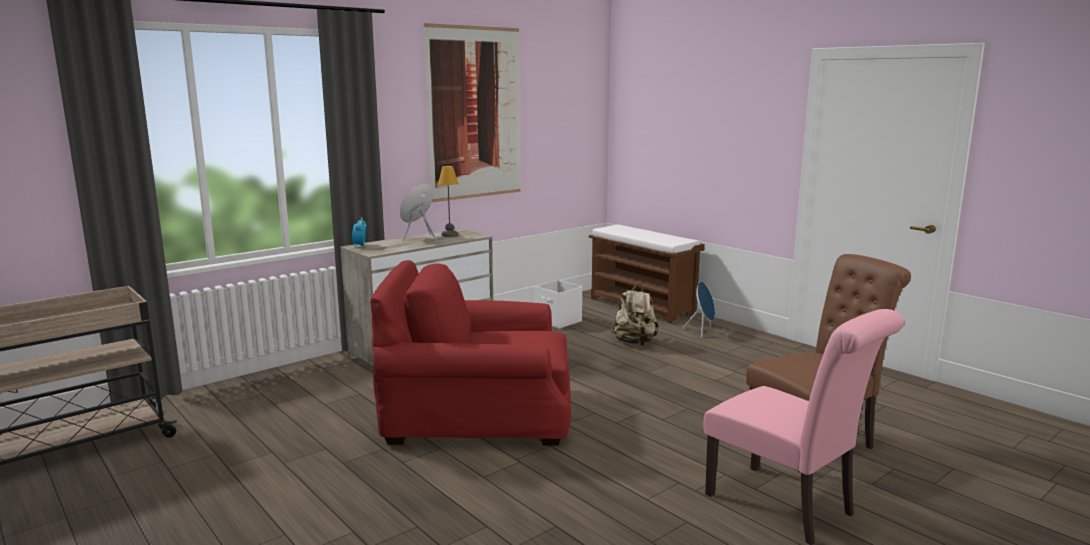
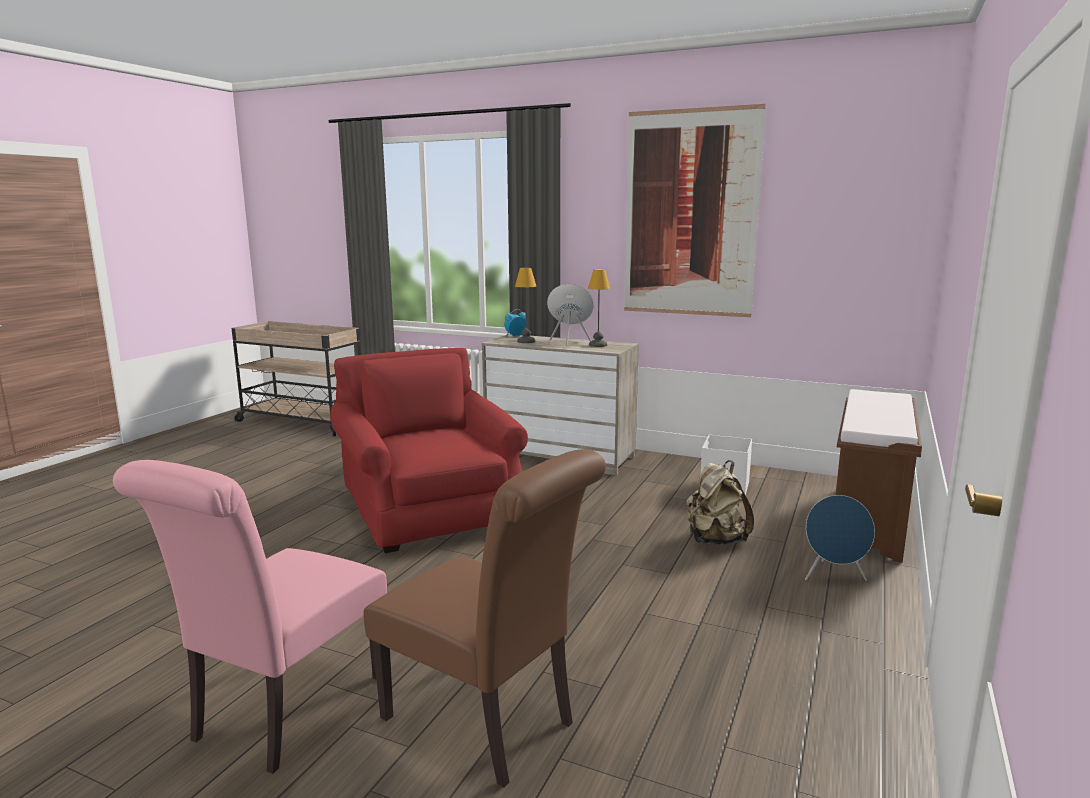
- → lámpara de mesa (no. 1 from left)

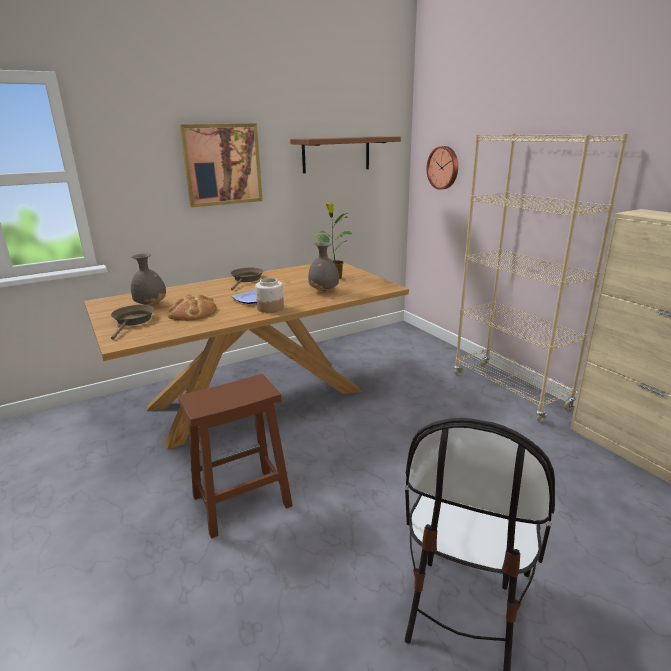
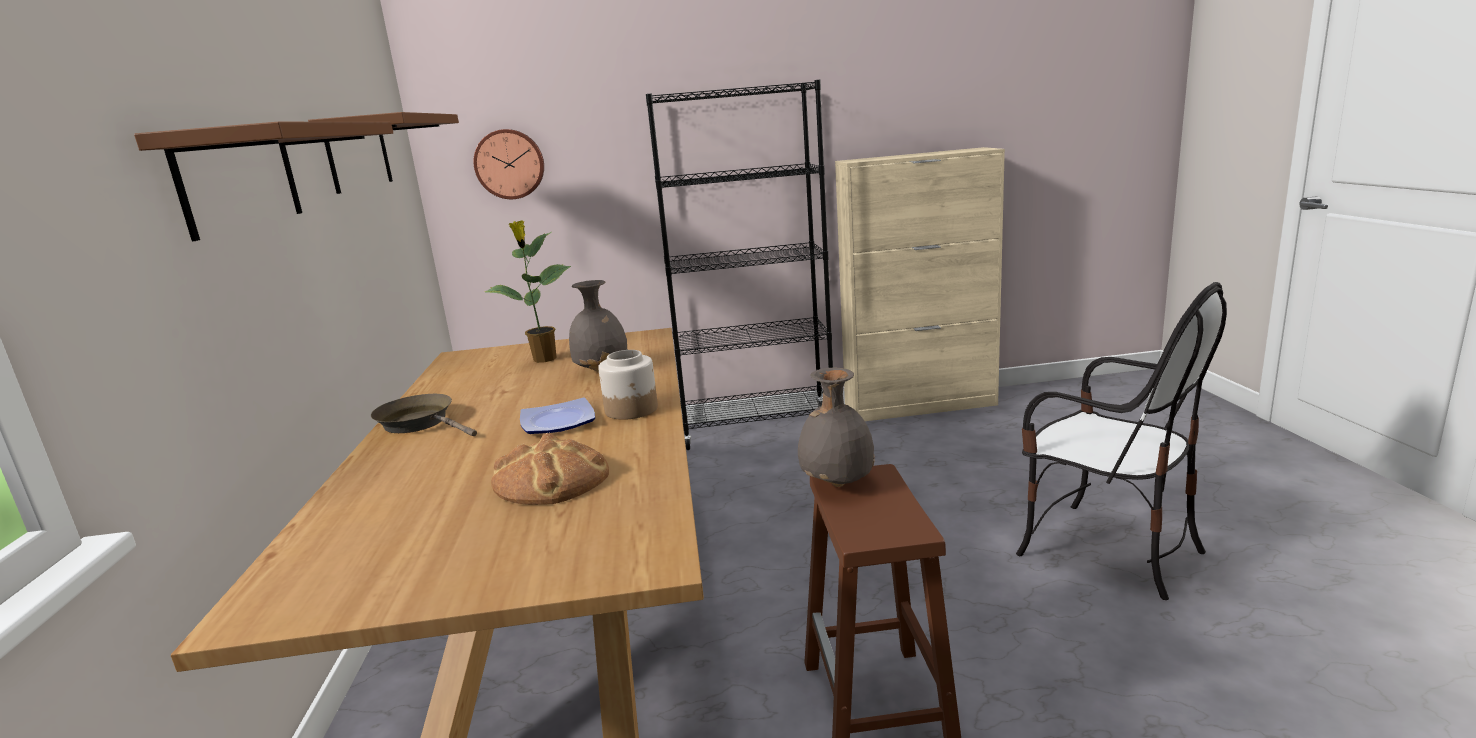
sartén (marrón) (no. 1 from left) → -
florero (gris) (no. 1 from left in the first image) → florero (gris) (no. 2 from left), relocated
cuadro → estante (marrón) (no. 1 from left)
estantería (beis) → estantería (negro)

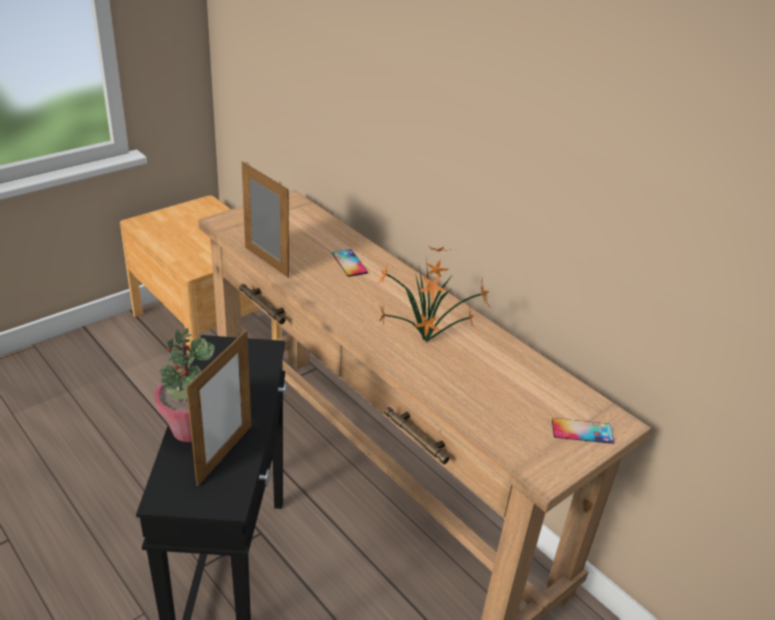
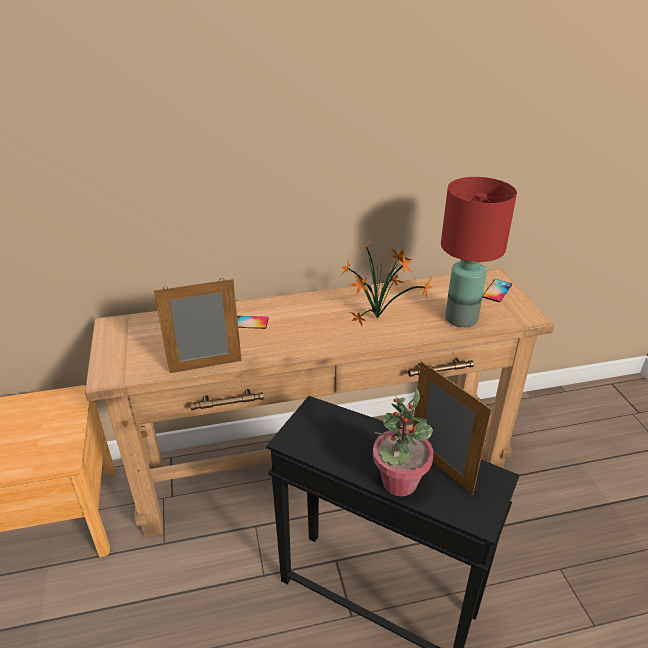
- → lámpara de mesa (rojo)

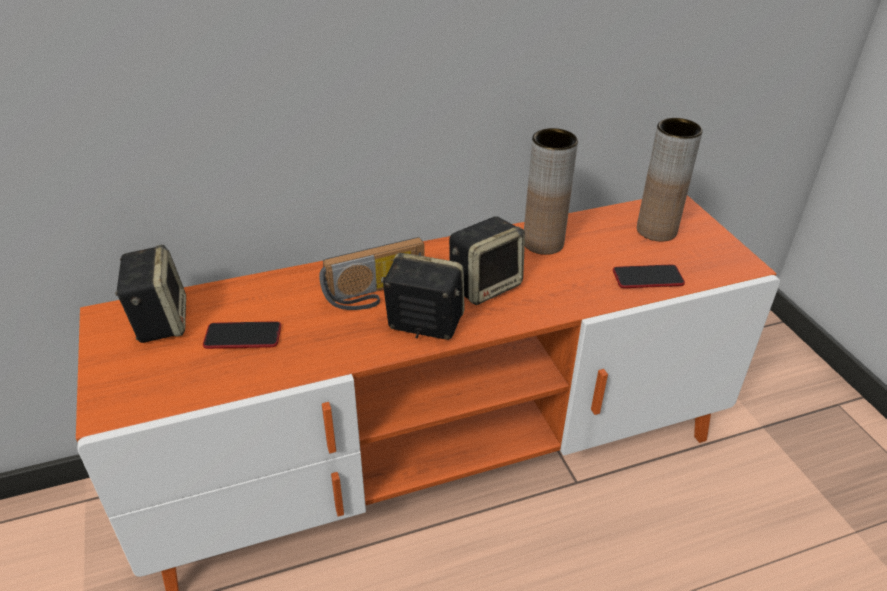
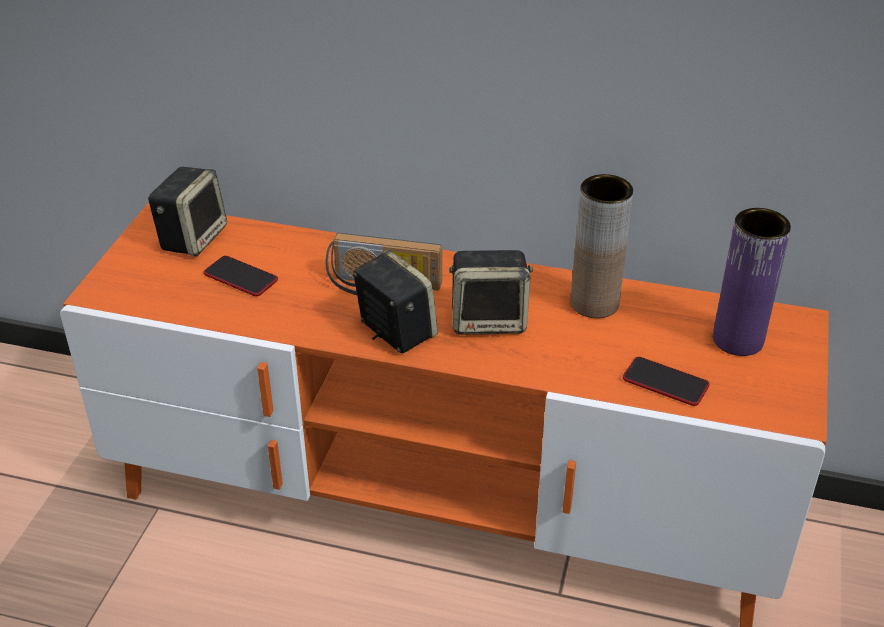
florero (marrón) (no. 2 from left) → florero (morado)

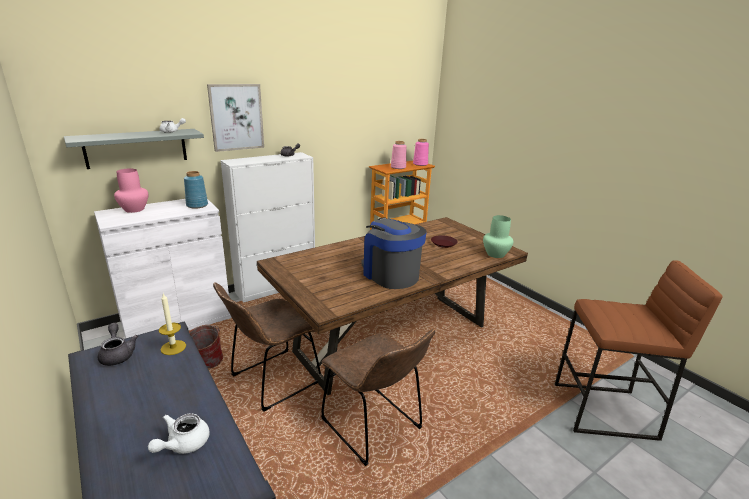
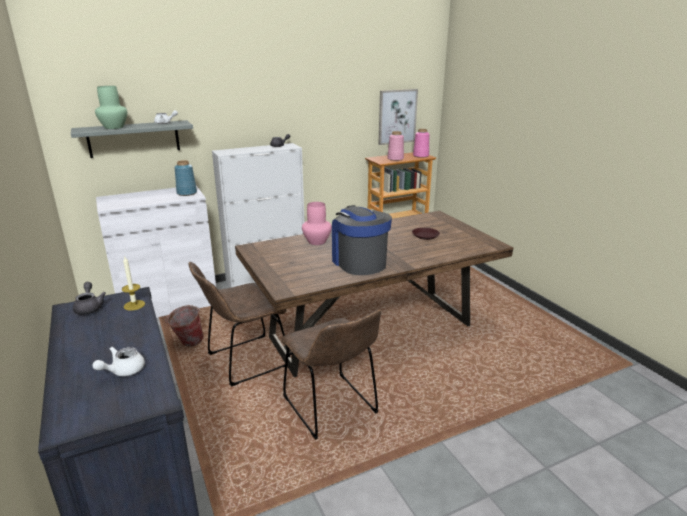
taburete (marrón) → -
florero (rosa) (no. 1 from left), relocated
cuadro, relocated
florero (verde), relocated

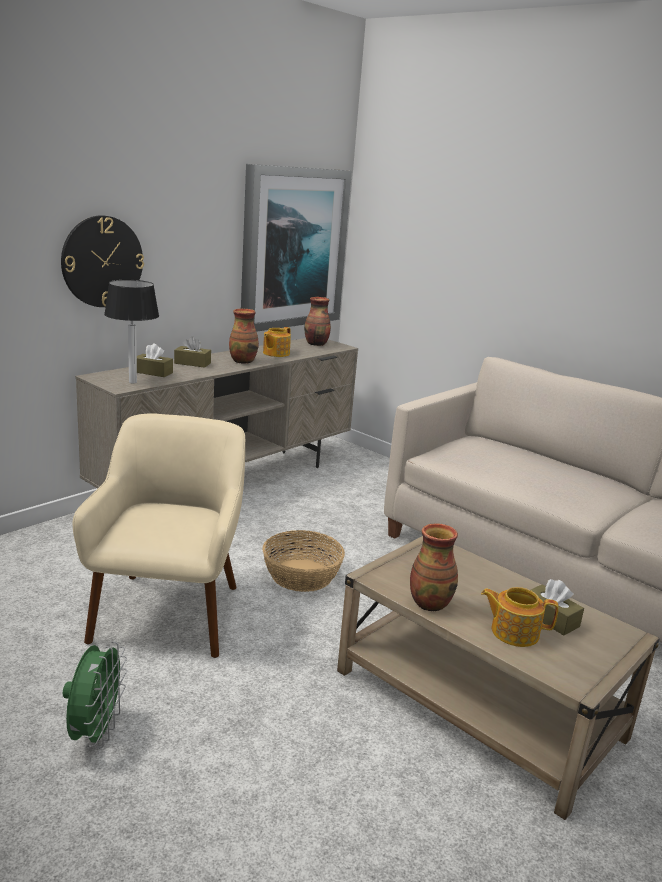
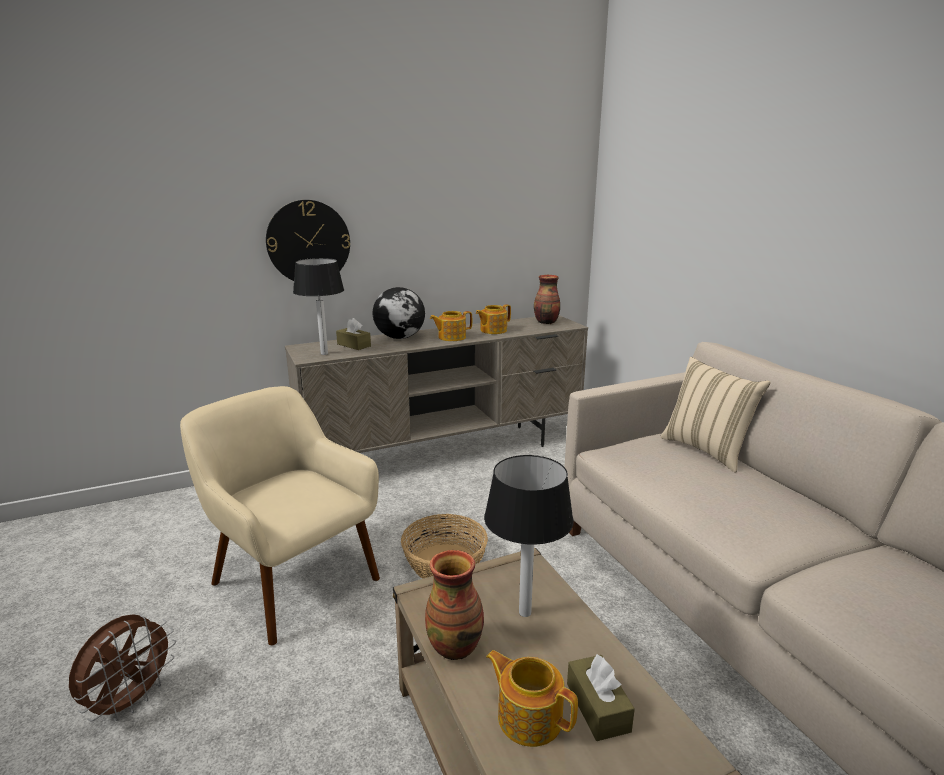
cuadro → -
- → lámpara de mesa (no. 2 from left)
- → cojín (beis)
caja de pañuelos (marrón) (no. 2 from left) → globo terráqueo
florero (no. 1 from left) → tetera (no. 1 from left)
ventilador (verde) → ventilador (marrón)
sillón (beis), 75 degrees counterclockwise

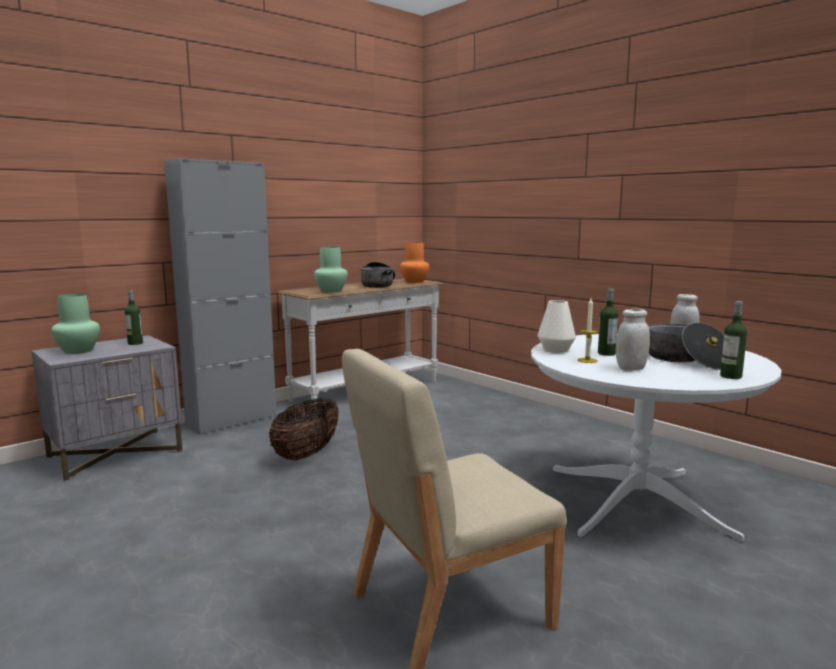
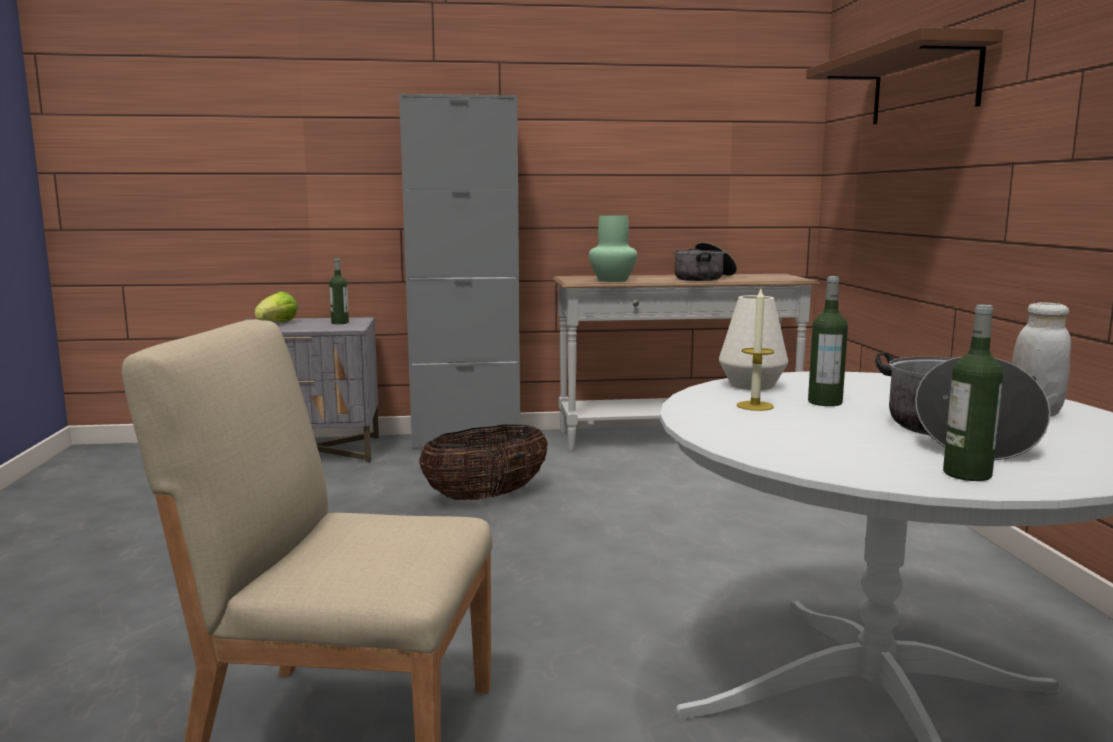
florero (naranja) → -
tarro (blanco) (no. 1 from left) → -
- → estante (marrón)
florero (verde) (no. 1 from left) → lechuga

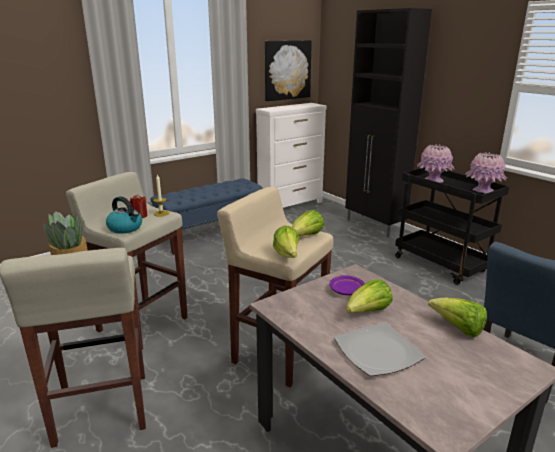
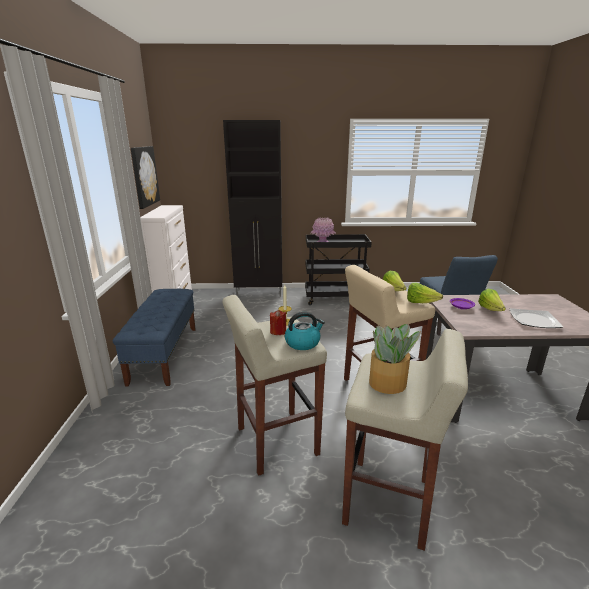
lechuga (no. 4 from left) → -
florero (rosa) (no. 2 from left) → -

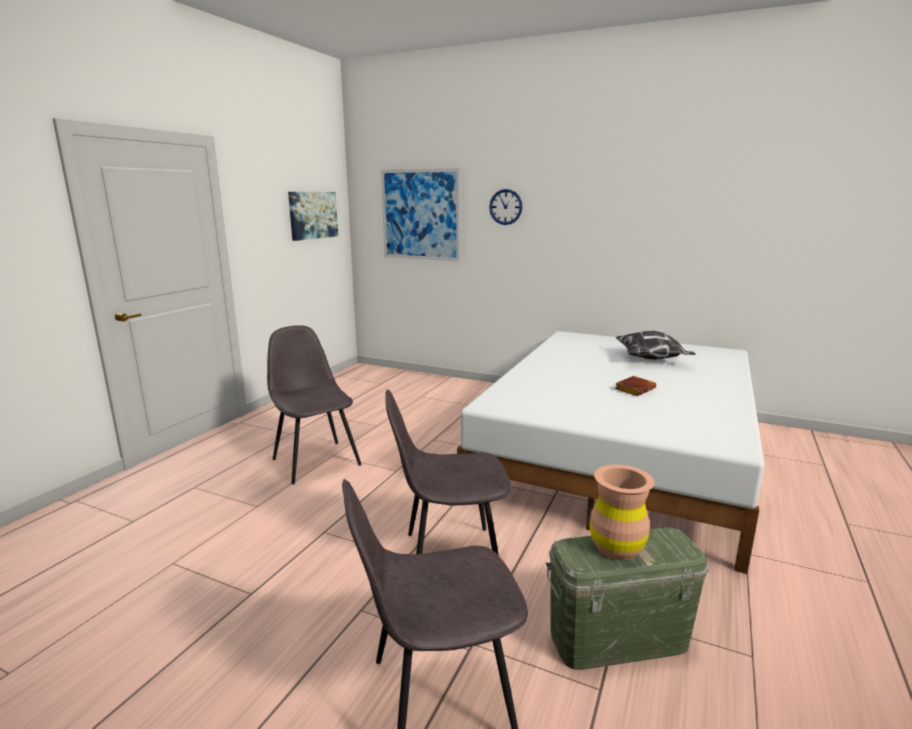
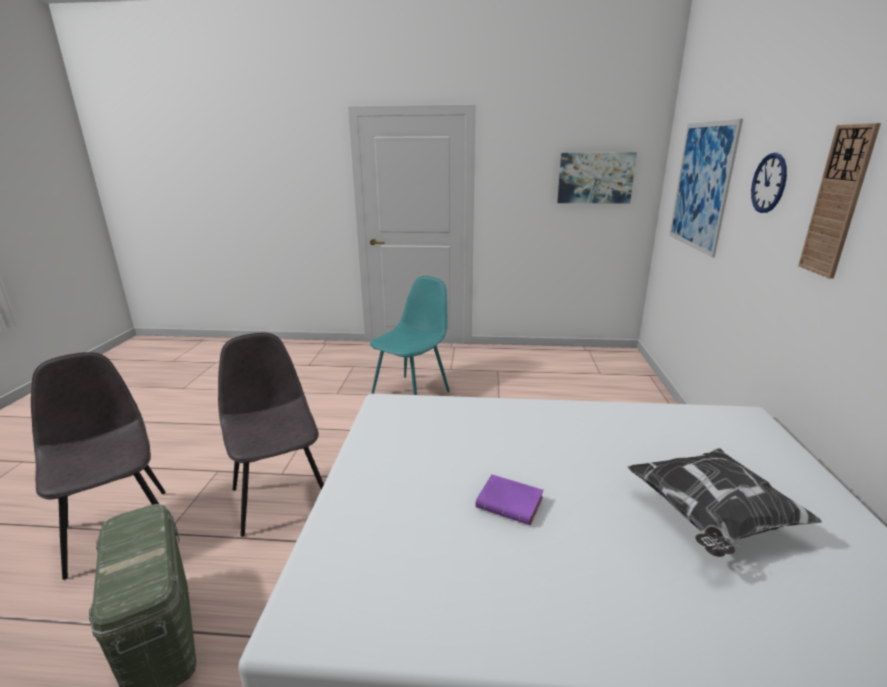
florero (marrón) → -
- → reloj de pared (no. 2 from left)
silla (gris) (no. 1 from left) → silla (turquesa)
libro (marrón) → libro (morado)

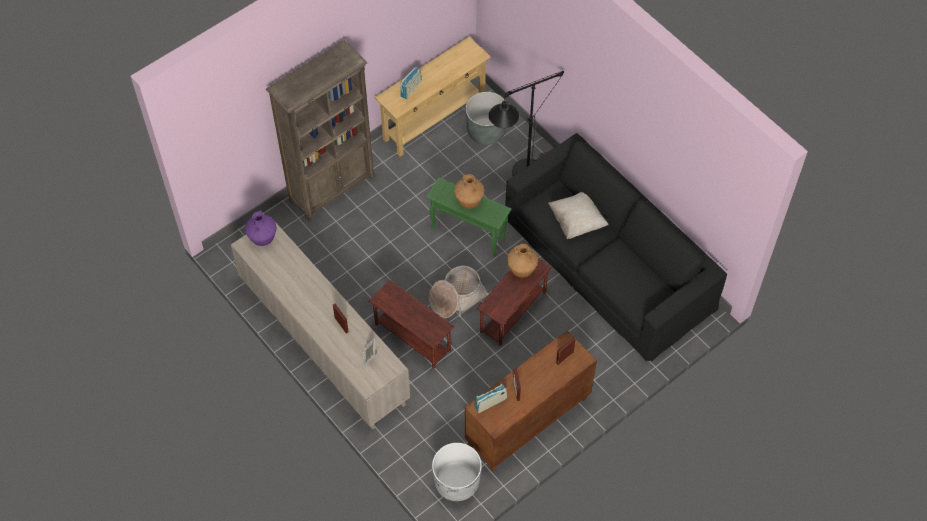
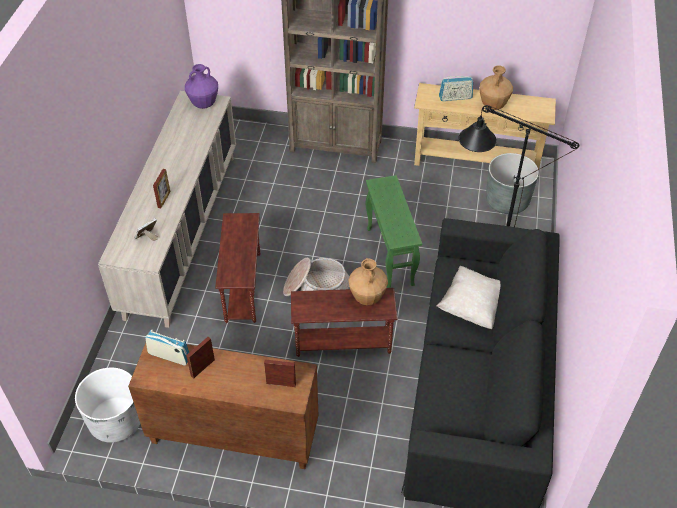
florero (marrón) (no. 1 from left in the first image) → florero (marrón) (no. 2 from left), relocated

